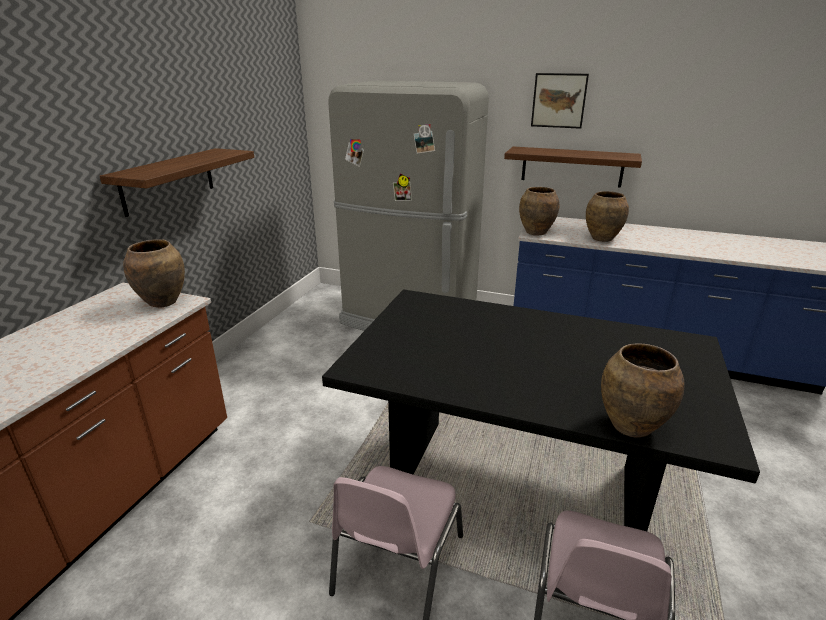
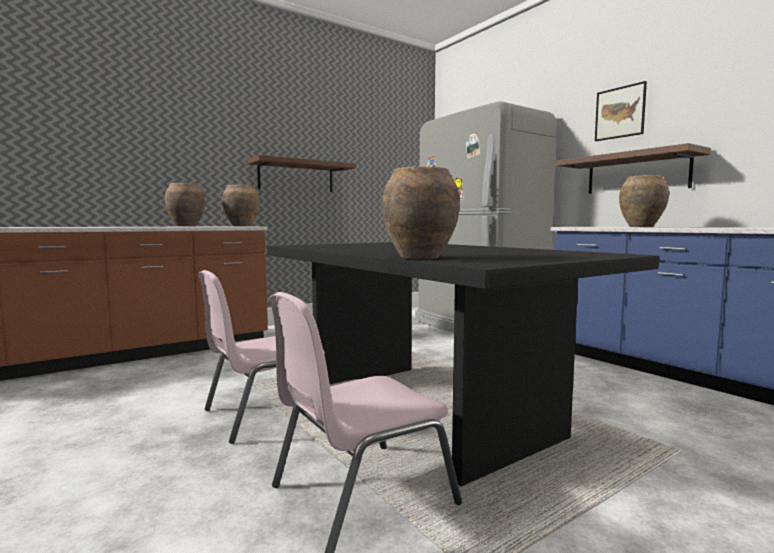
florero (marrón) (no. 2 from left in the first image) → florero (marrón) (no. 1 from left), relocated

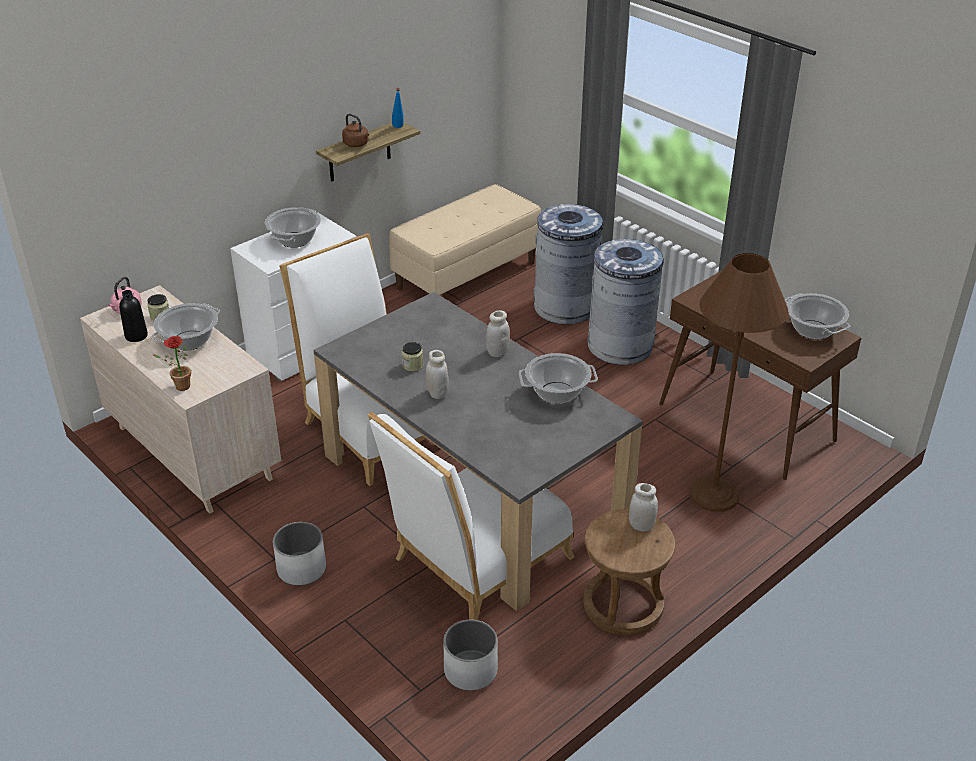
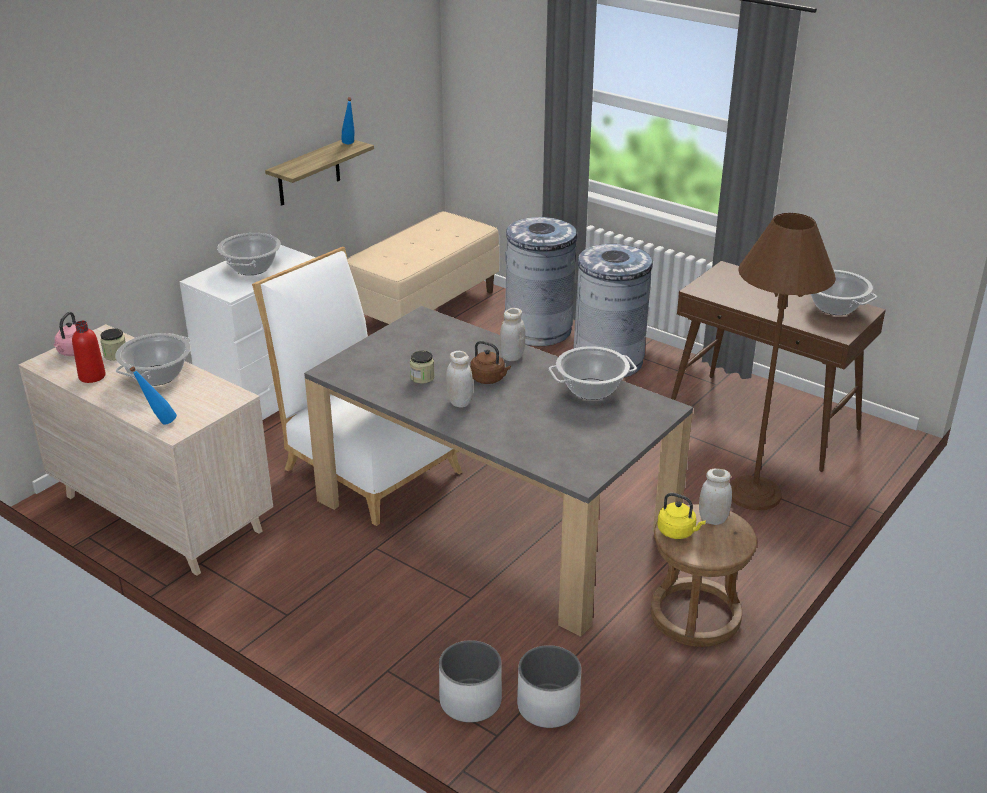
silla (blanco) (no. 2 from left) → -
- → hervidor (amarillo)
maceta (blanco) (no. 1 from left), relocated
hervidor (marrón), relocated
planta en maceta → botella (azul) (no. 1 from left)
botella (negro) → botella (rojo)

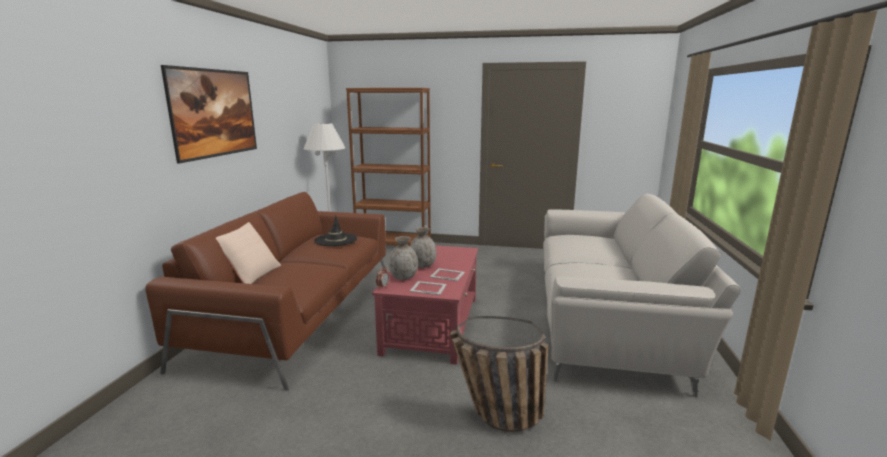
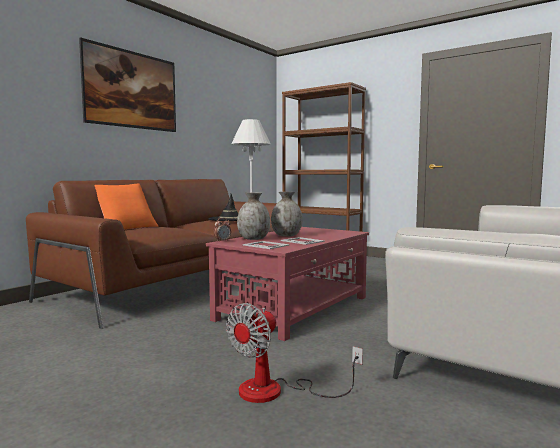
cesta → ventilador
cojín (beis) → cojín (naranja)

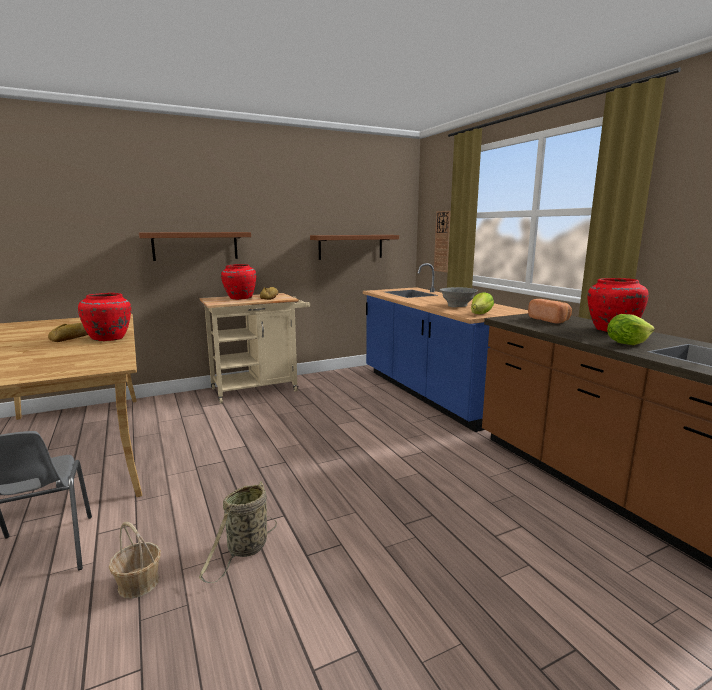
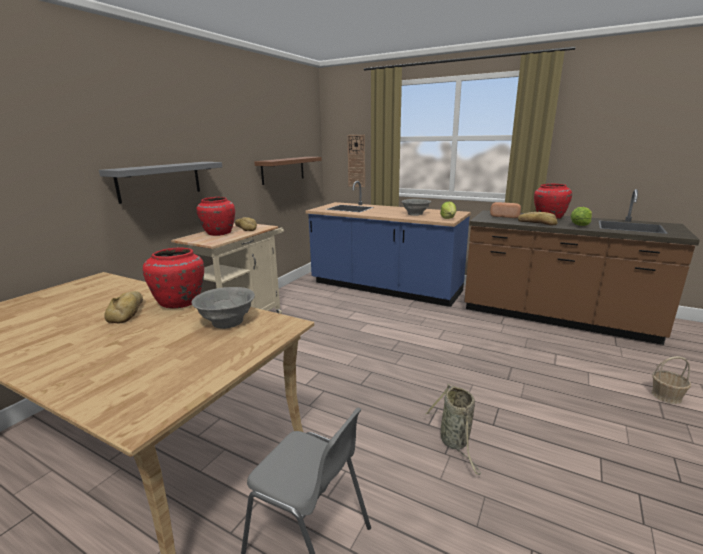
- → cuenco (gris) (no. 1 from left)
- → pan (no. 4 from left)
cesta (no. 1 from left in the first image) → cesta (no. 2 from left), relocated
estante (marrón) (no. 1 from left) → estante (gris)

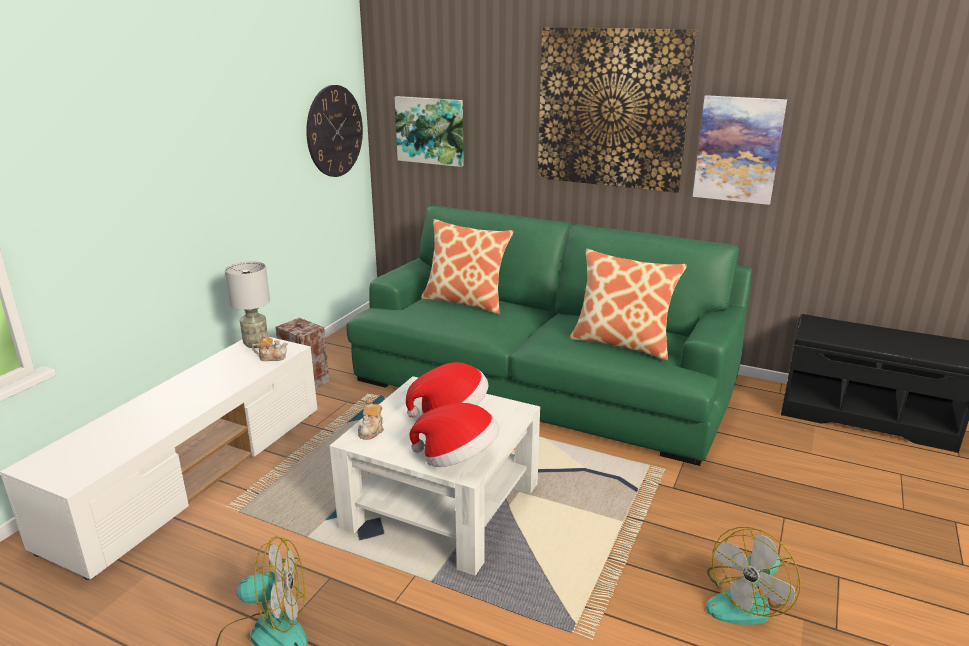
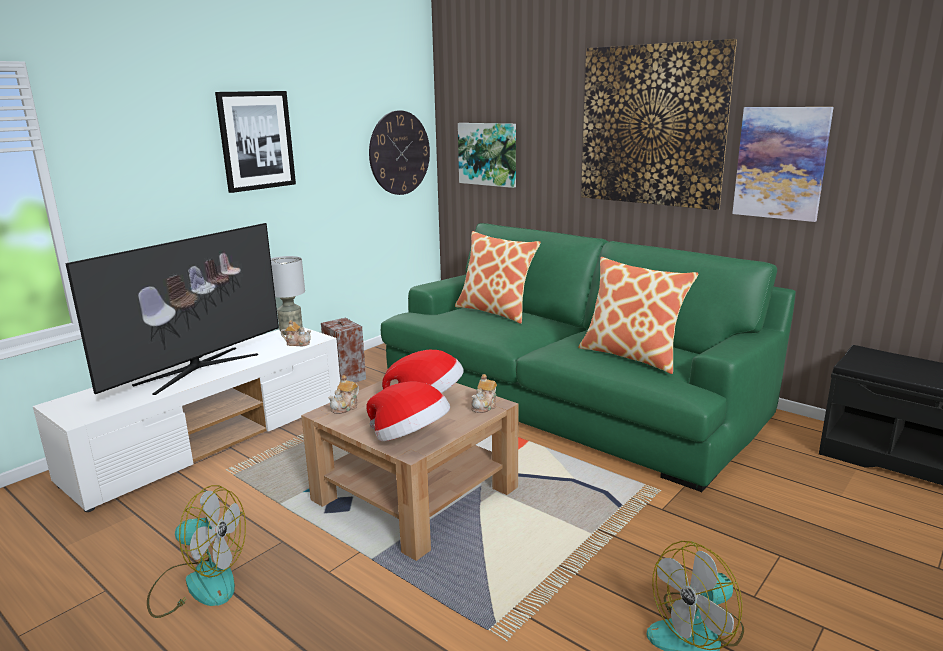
- → televisor
- → cuadro (no. 1 from left)
- → tetera (no. 3 from left)
mesa de centro (blanco) → mesa de centro (marrón)

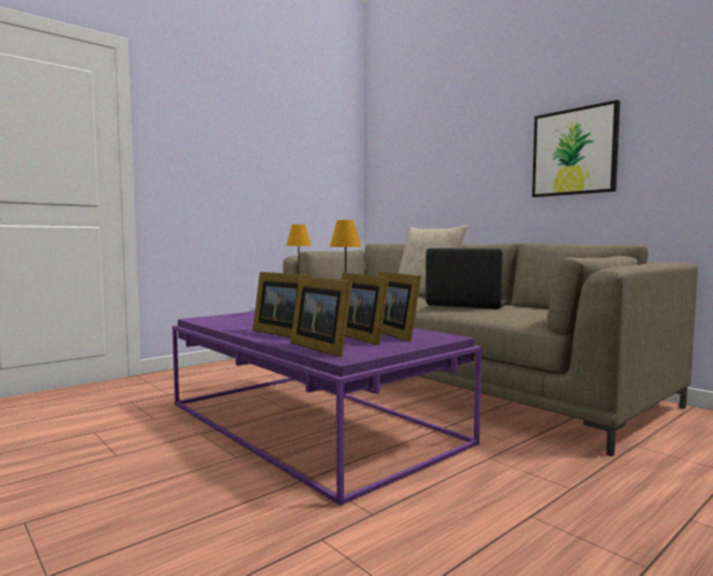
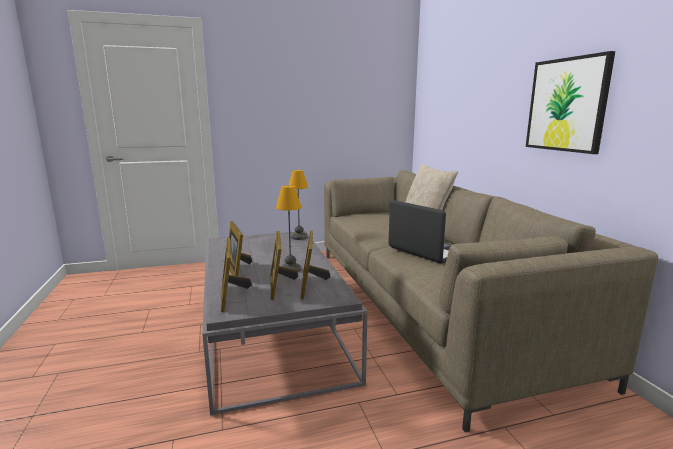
mesa de centro (morado) → mesa de centro (gris)

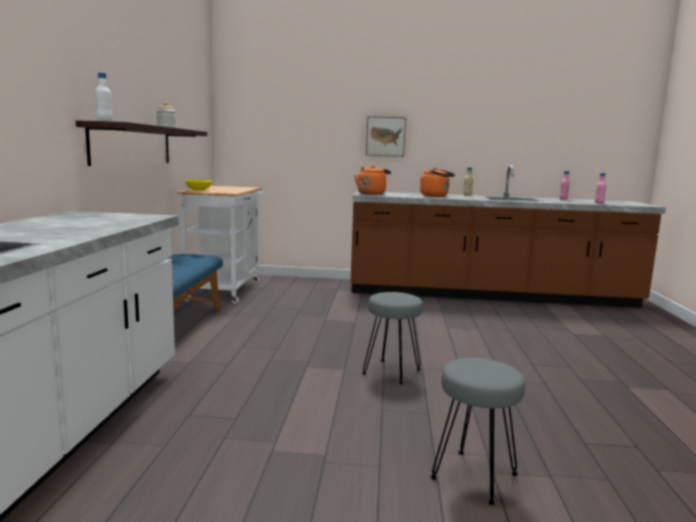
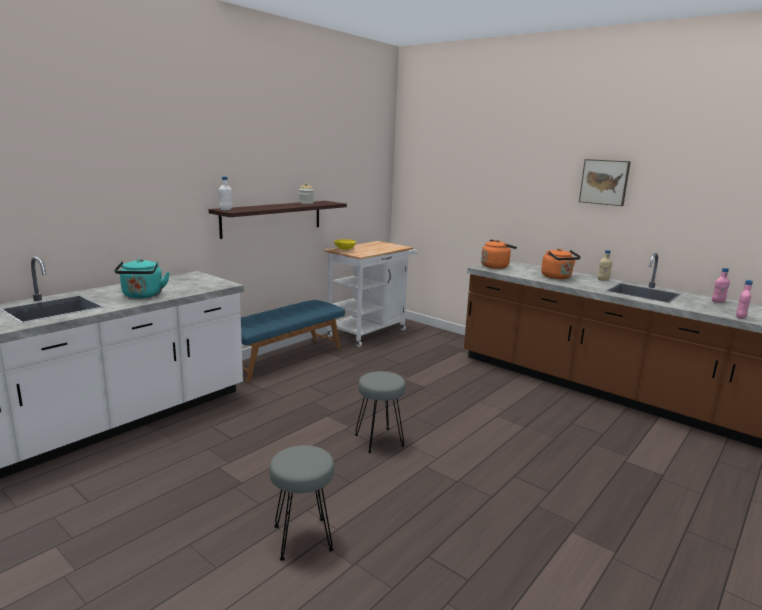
- → hervidor (turquesa)
cuadro, relocated

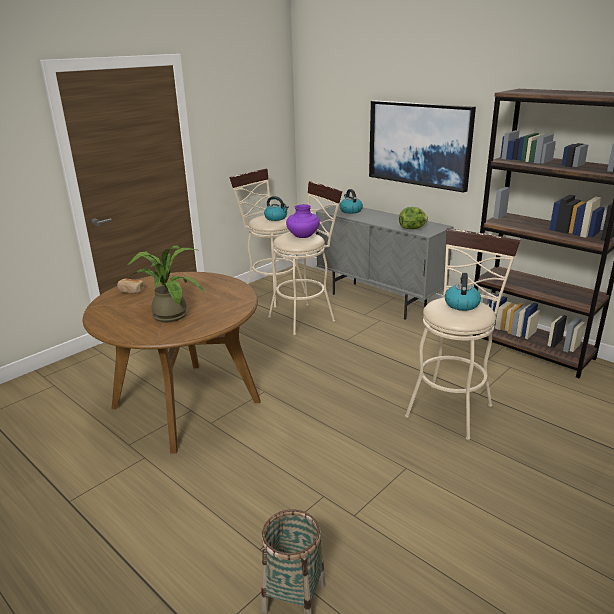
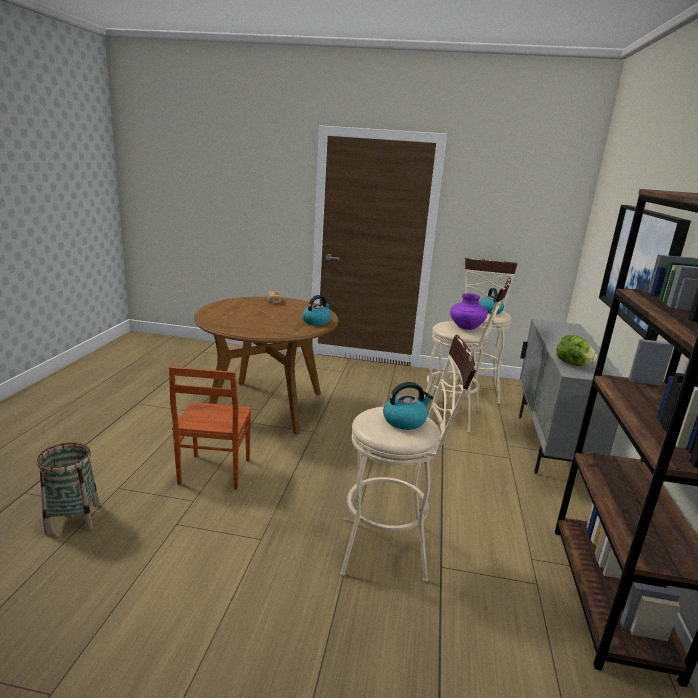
planta en maceta → -
- → silla (marrón)
hervidor (no. 2 from left in the first image) → hervidor (no. 1 from left), relocated

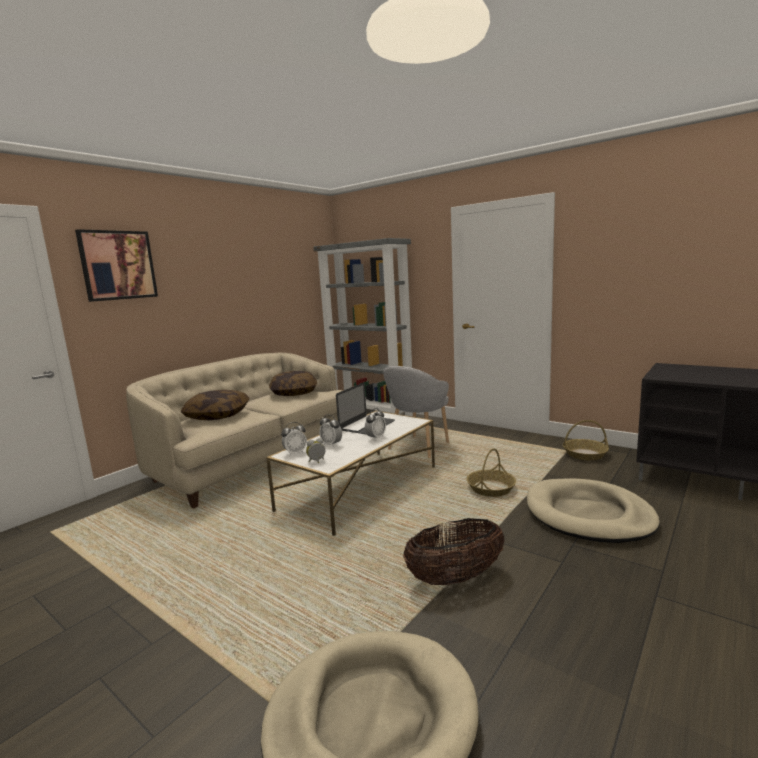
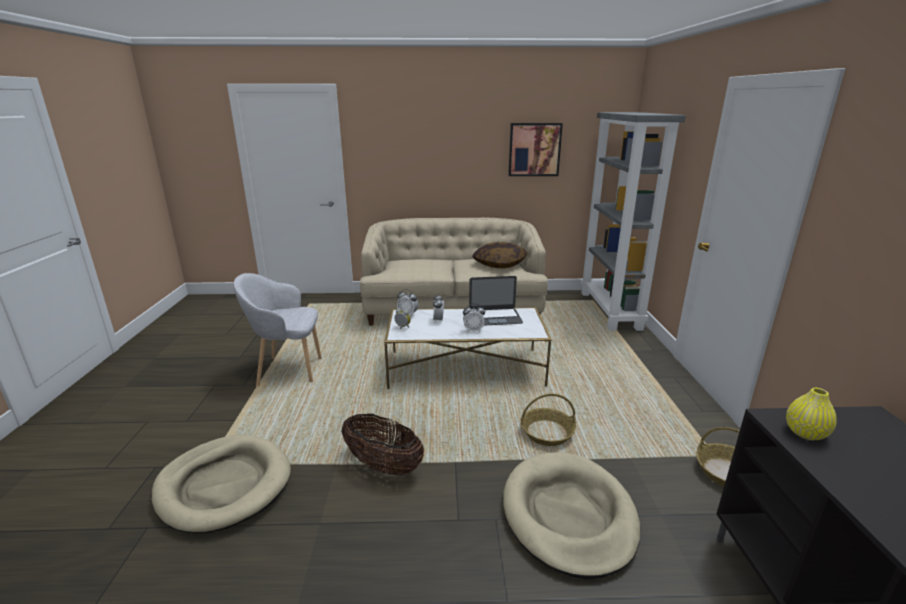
cojín (no. 1 from left) → -
- → florero (amarillo)
cuadro, relocated
sillón (gris), relocated

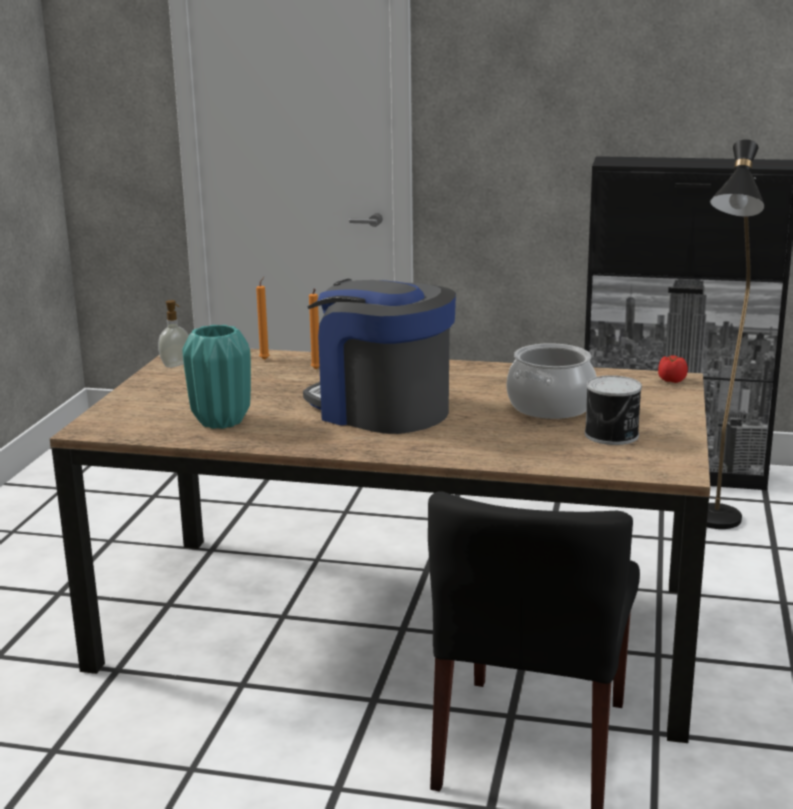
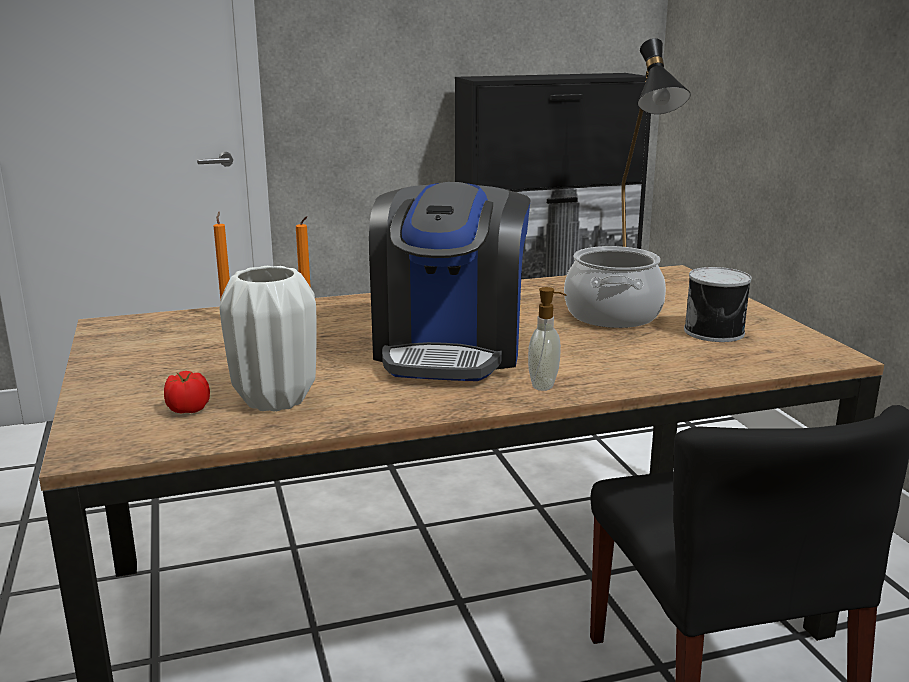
dispensador de jabón, relocated
tomate, relocated
florero (turquesa) → florero (blanco)
cafetera, 90 degrees counterclockwise

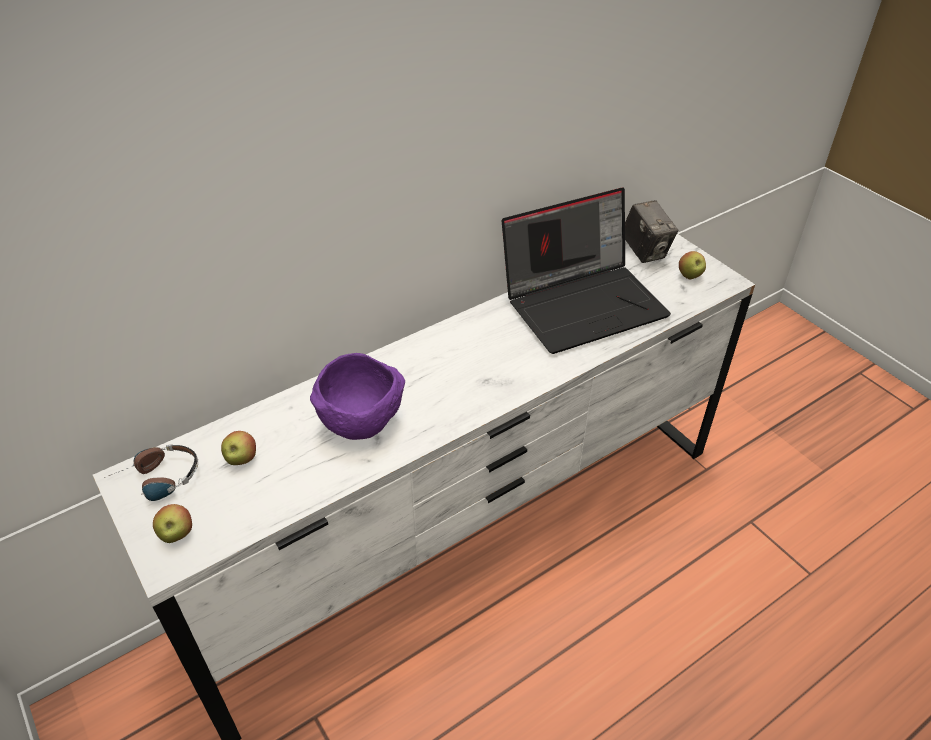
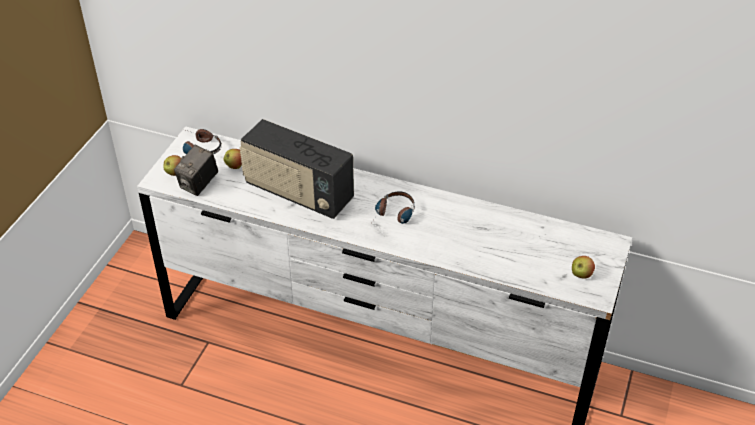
portátil → -
- → auriculares (no. 2 from left)
cámara, relocated
cuenco (morado) → radio

